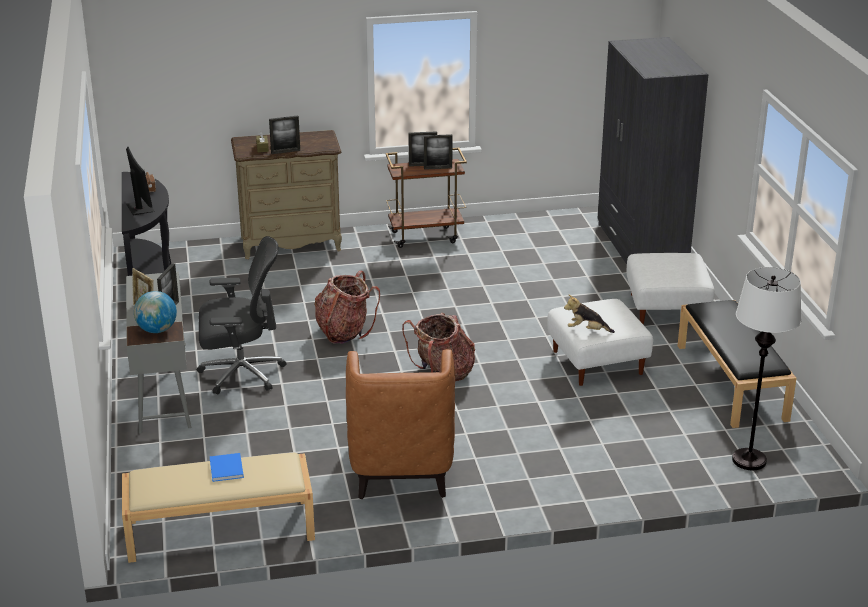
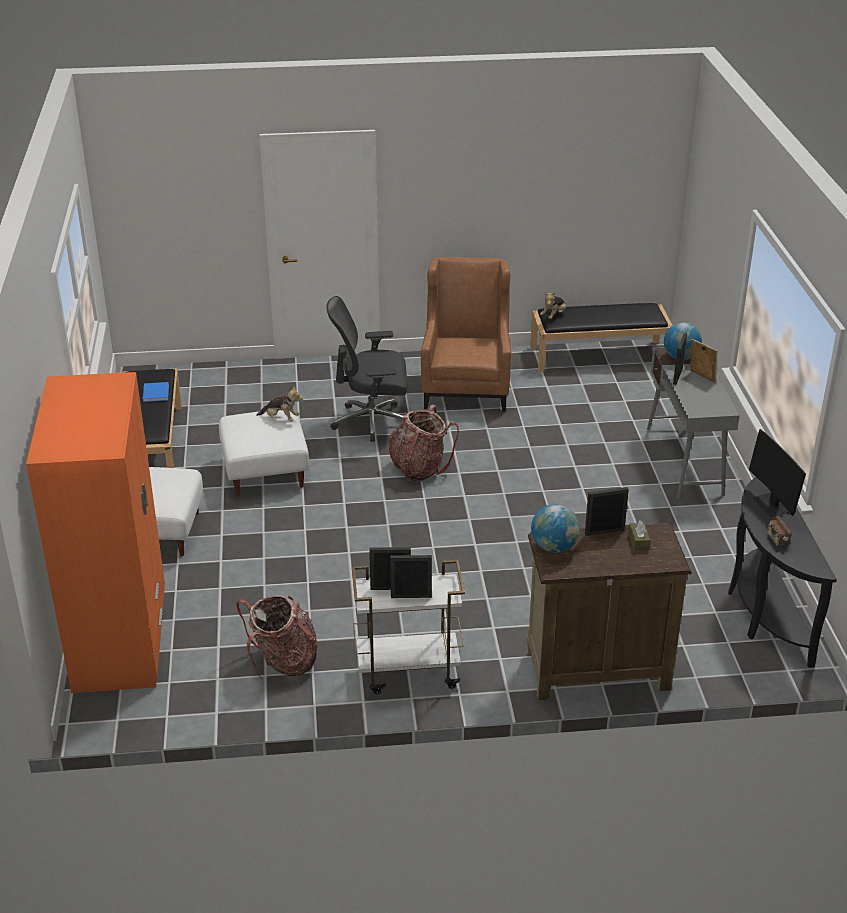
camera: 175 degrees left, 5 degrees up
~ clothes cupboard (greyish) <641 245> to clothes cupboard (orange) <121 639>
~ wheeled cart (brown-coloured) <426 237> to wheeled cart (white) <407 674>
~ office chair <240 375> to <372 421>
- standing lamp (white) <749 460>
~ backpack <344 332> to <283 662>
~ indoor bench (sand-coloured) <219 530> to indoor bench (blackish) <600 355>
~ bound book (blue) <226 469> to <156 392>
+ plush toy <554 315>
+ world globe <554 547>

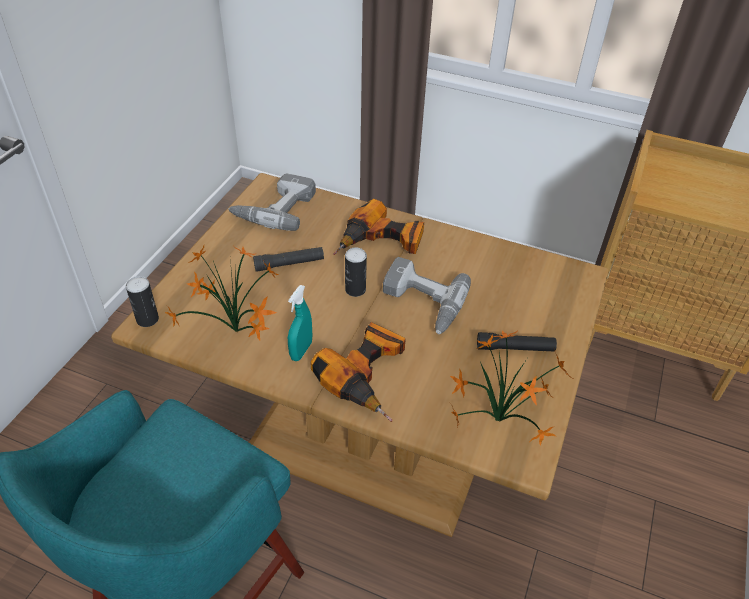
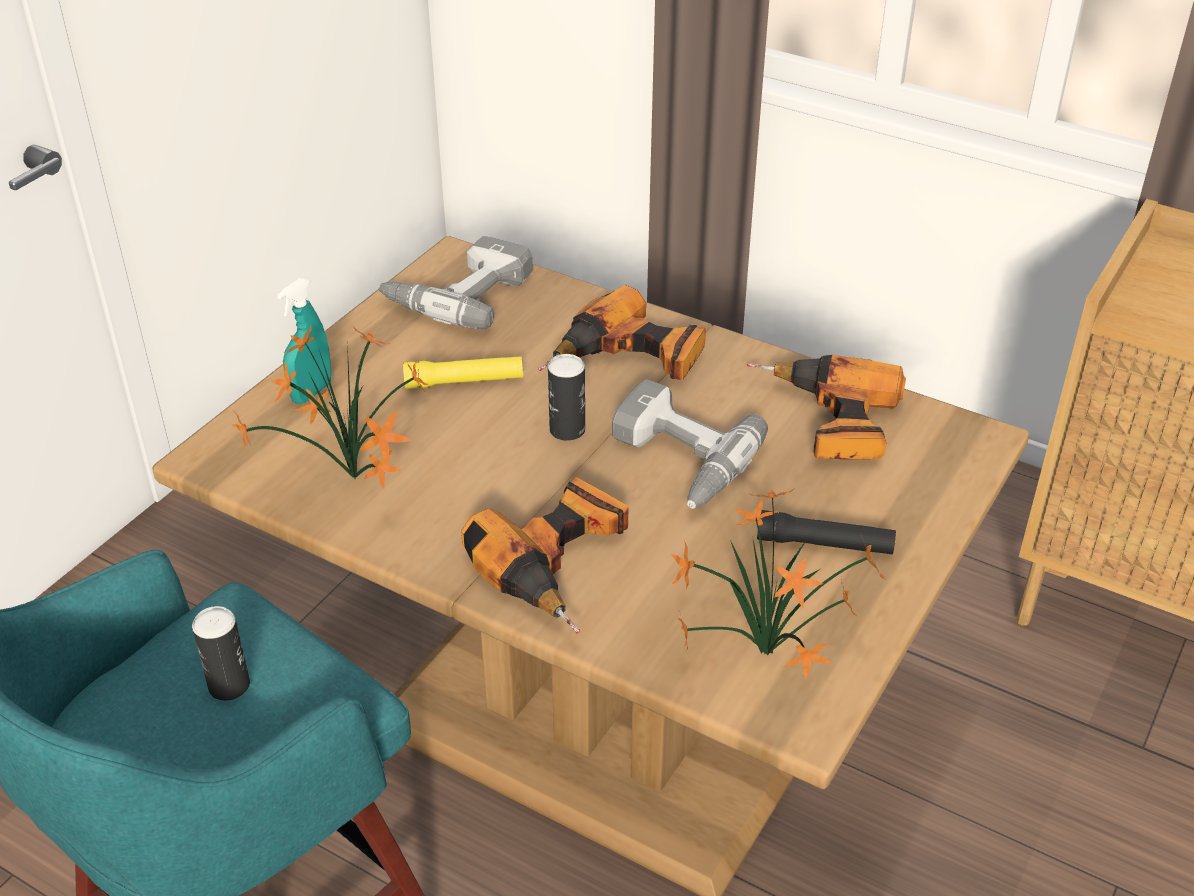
camera: 10 degrees right, 5 degrees down
~ torch (blackish) <289 264> to torch (yellow-coloured) <464 381>
~ metal can <147 319> to <229 685>
~ spray bottle (blue-green) <301 351> to <311 392>
+ electric drill <829 422>

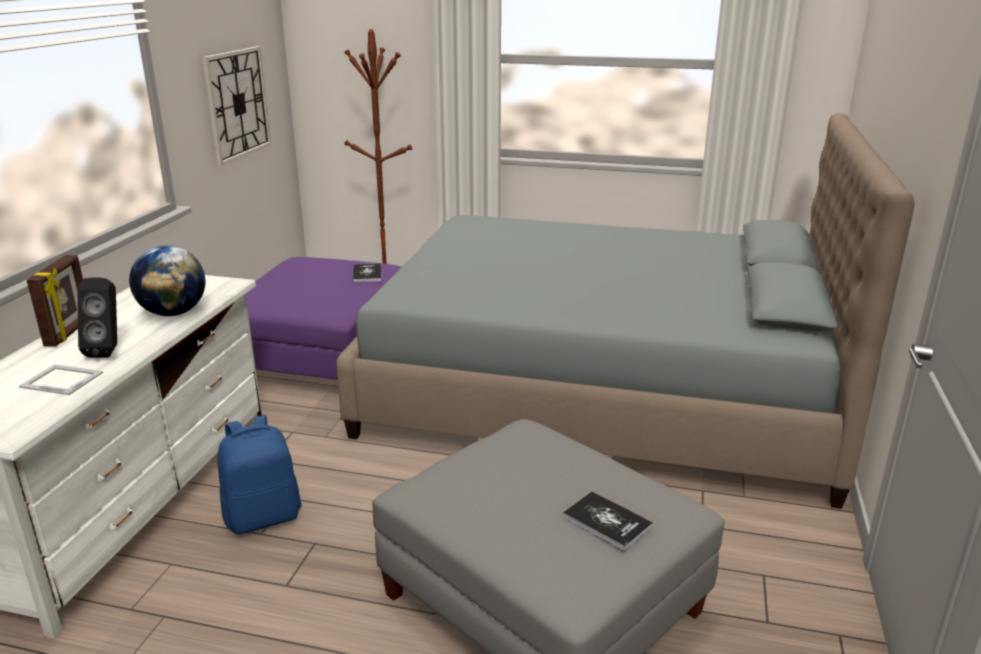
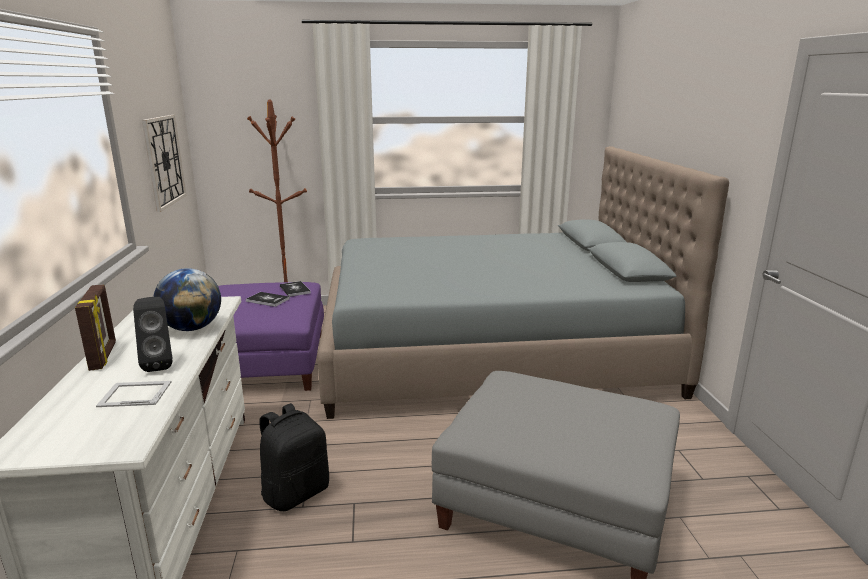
camera: 20 degrees left, 5 degrees down
~ backpack (blue) <263 516> to backpack (blackish) <296 492>
~ bound book <607 522> to <267 300>

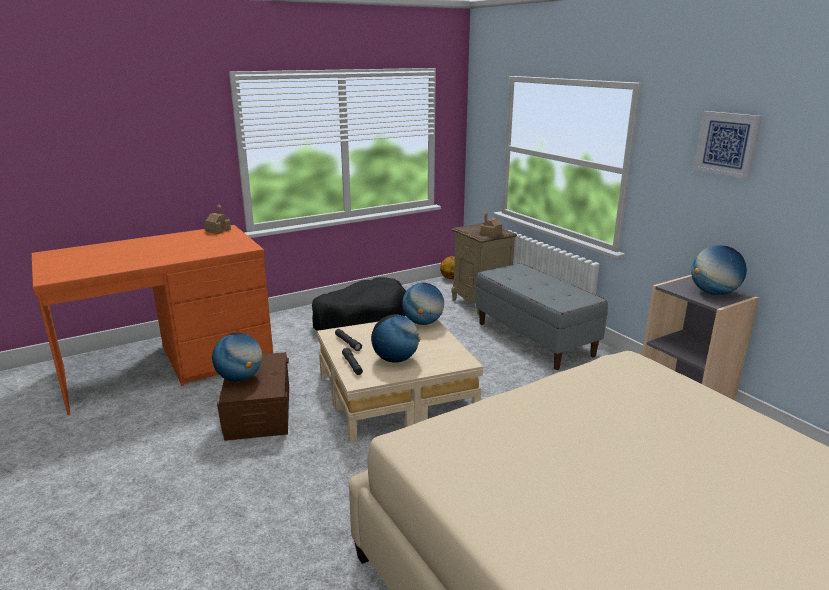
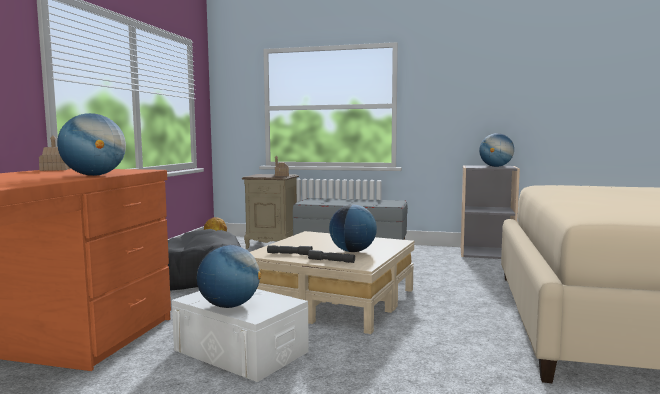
camera: 45 degrees left, 15 degrees down
- wall picture <727 143>
~ world globe <423 323> to <94 175>
~ storage container (brown-coloured) <259 411> to storage container (white) <241 351>

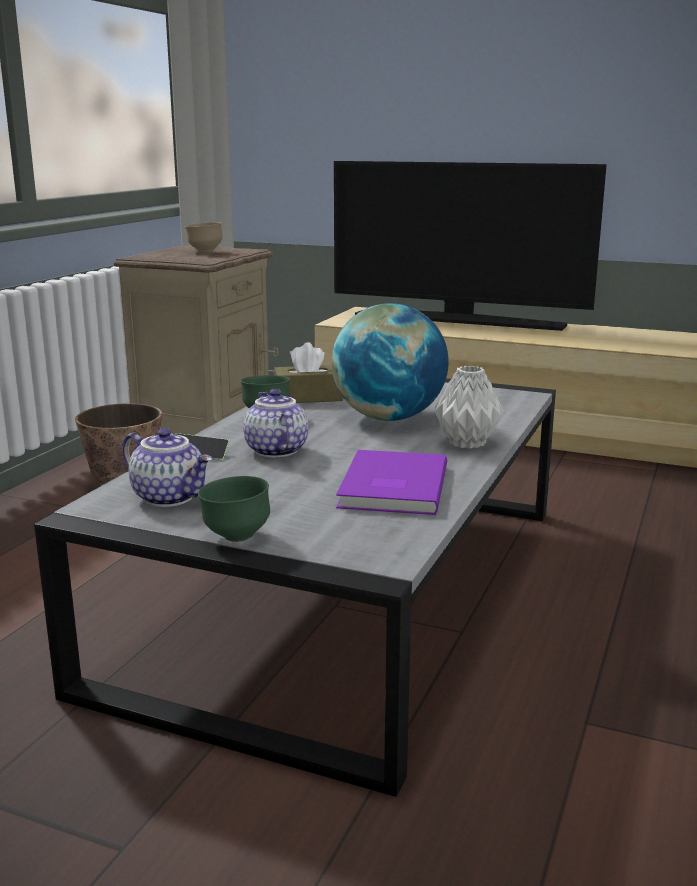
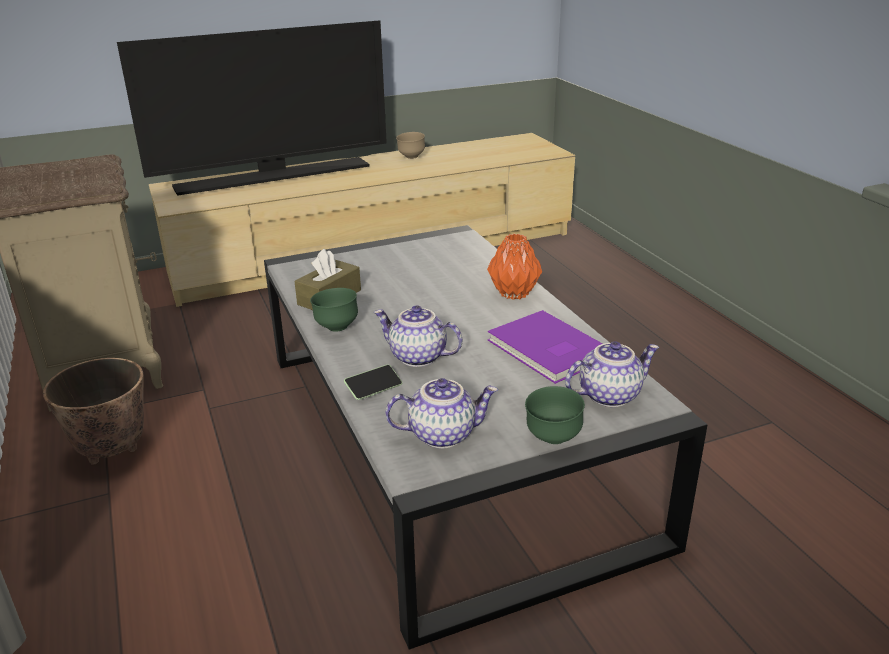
camera: 45 degrees left, 10 degrees up
~ deep dish (brown-coloured) <204 252> to <411 157>
- world globe <389 418>
~ flower vase (greyish) <468 443> to flower vase (orange) <515 293>
+ teapot <609 394>

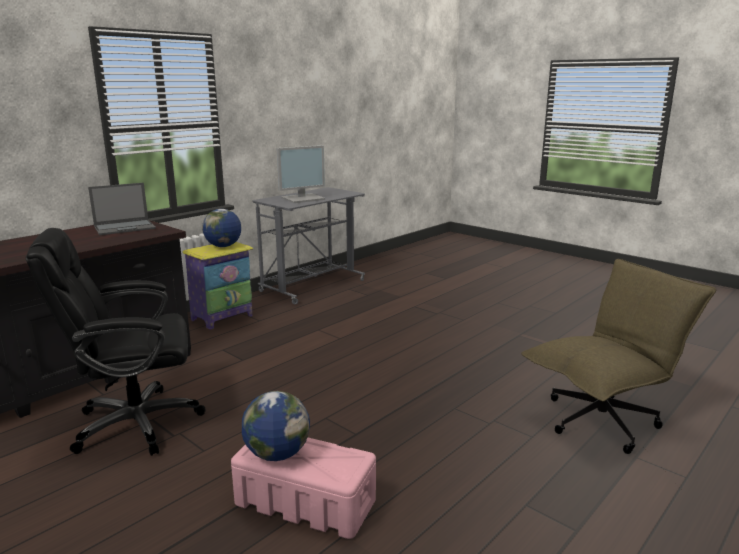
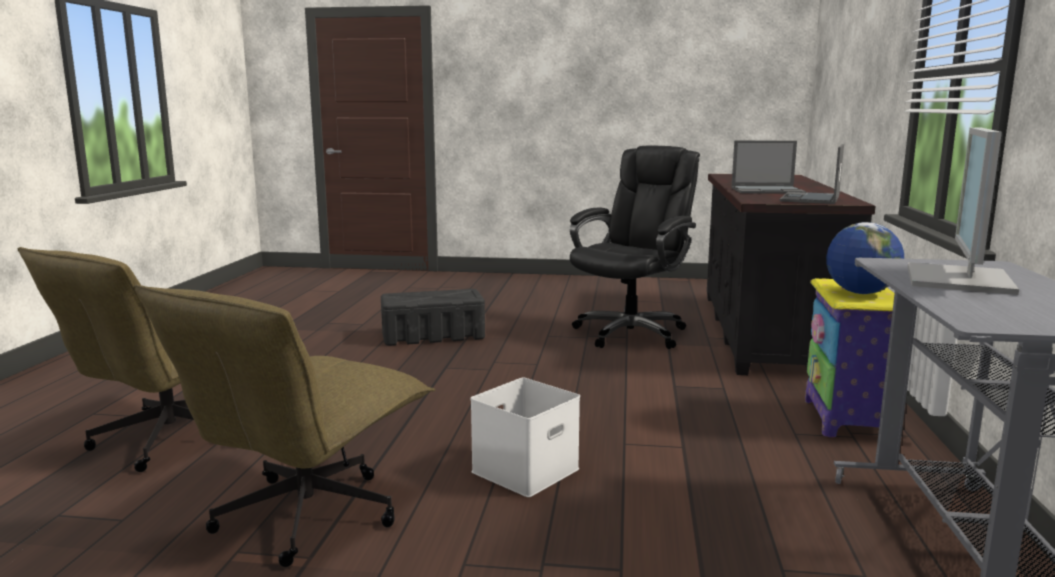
camera: 145 degrees right, 5 degrees down
- world globe <277 454>
~ storage container (pinkish) <304 502> to storage container (blackish) <434 336>
+ notebook computer <768 190>
+ office chair (sand-coloured) <309 513>
+ storage container (white) <525 469>

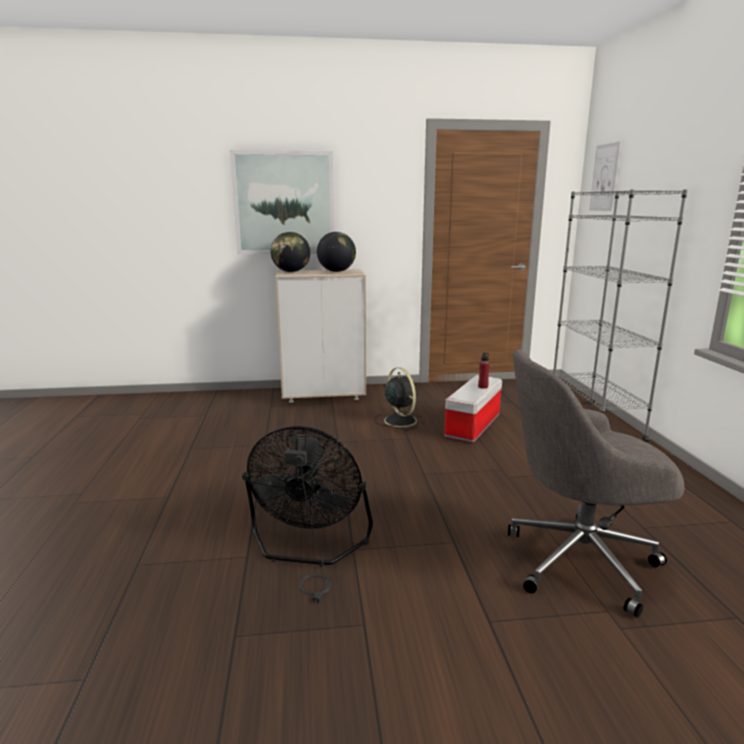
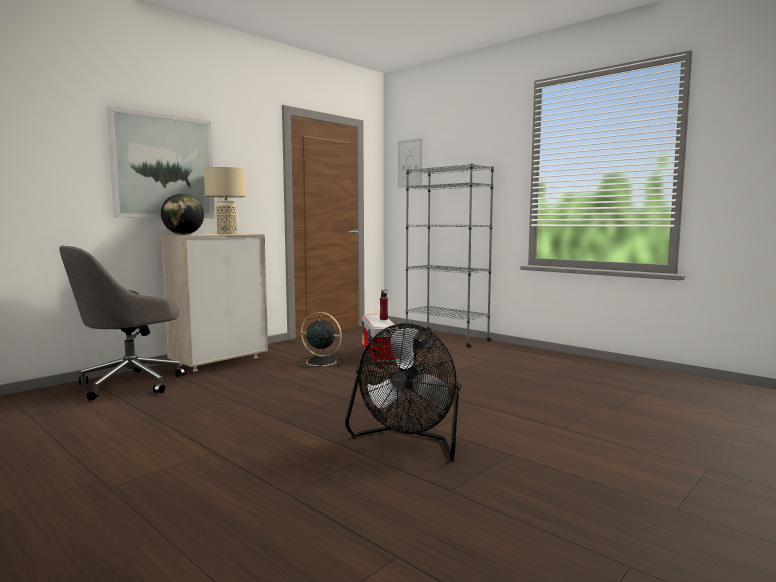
camera: 40 degrees left, 10 degrees down
~ world globe <336 271> to table lamp (sand-coloured) <226 233>
~ office chair (greyish) <579 563> to <130 384>
~ fan (blackish) <307 552> = <407 440> 120 degrees counterclockwise

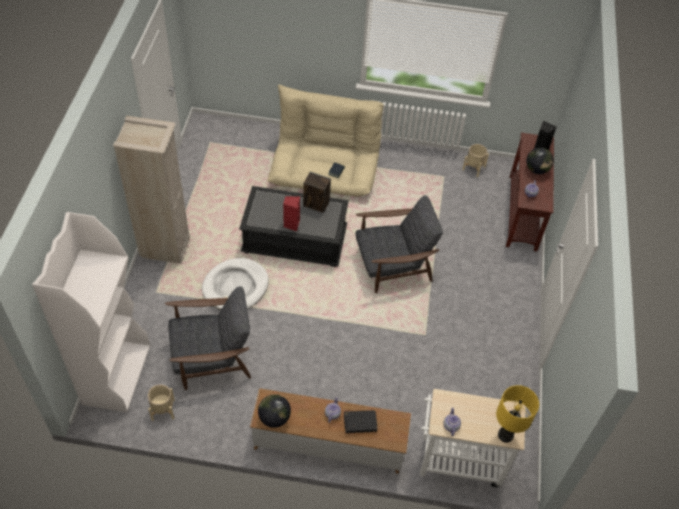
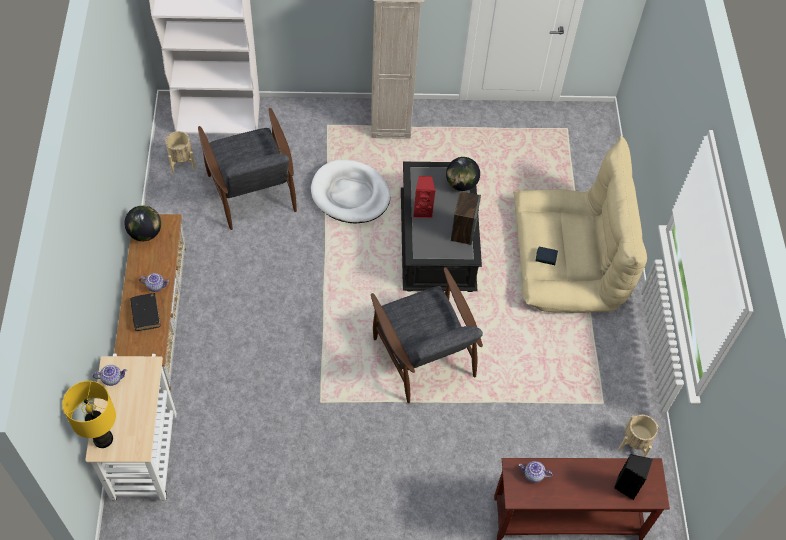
camera: 80 degrees right, 5 degrees up
~ world globe <537 170> to <461 184>

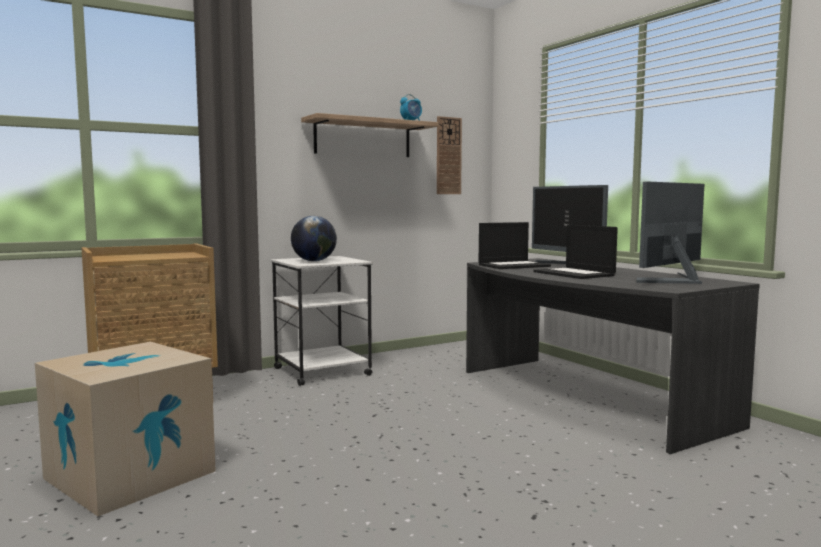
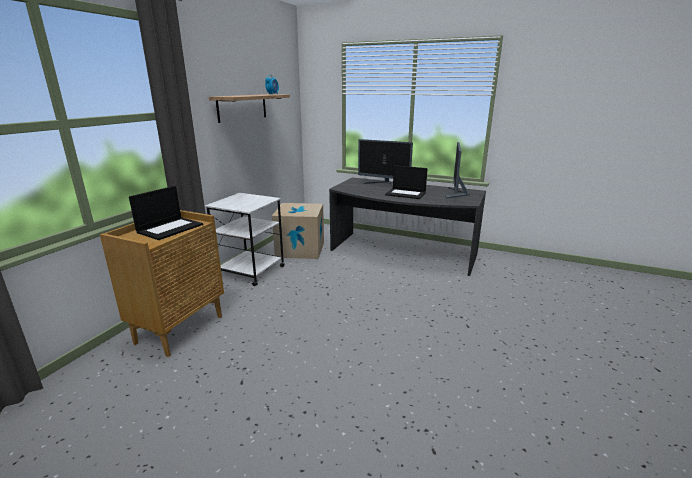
camera: 35 degrees left, 15 degrees up
- hanging clock <448 156>
- world globe <314 261>
~ notebook computer <514 265> to <170 228>
~ packing box <130 475> to <300 249>

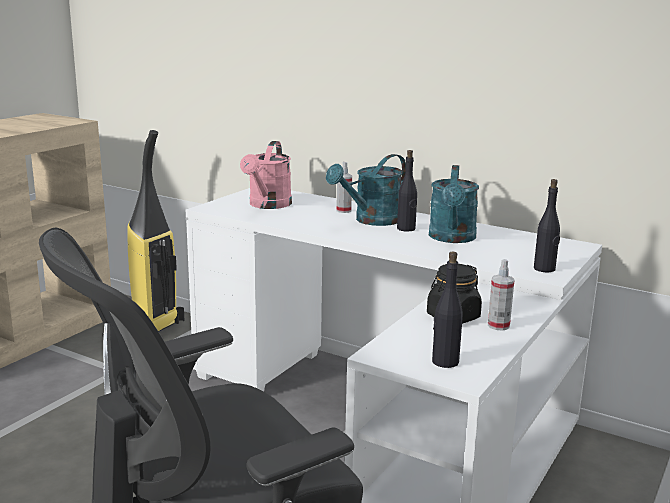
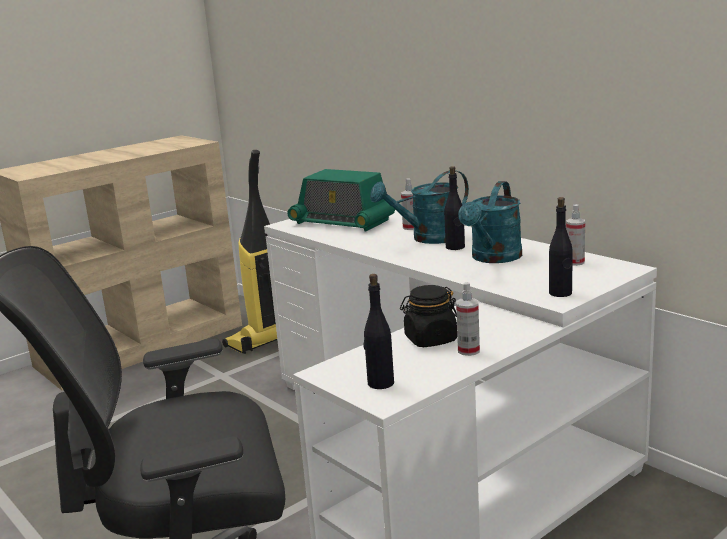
camera: 20 degrees right, 0 degrees up
~ sprinkling can (pinkish) <268 205> to radio receiver <342 222>
+ spray bottle <575 262>

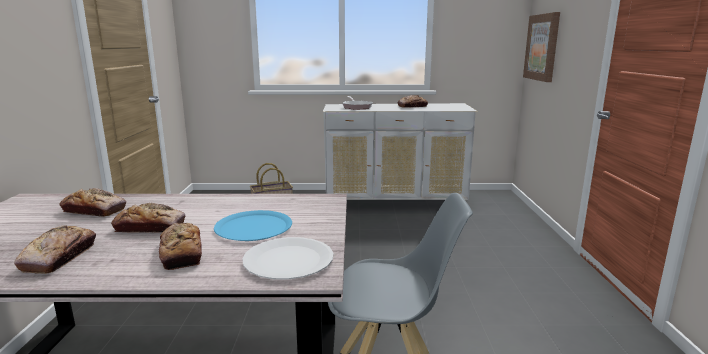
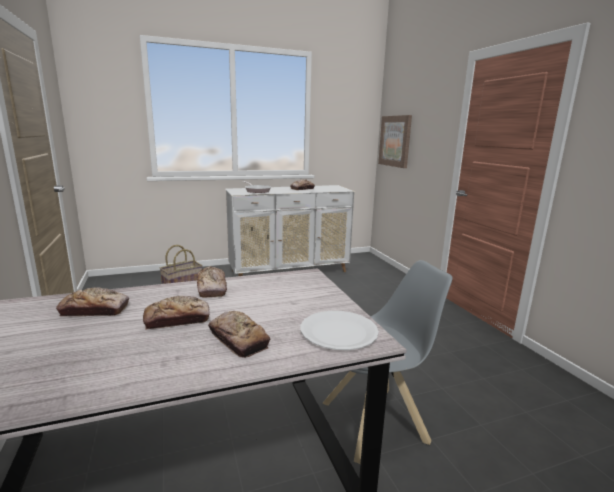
camera: 20 degrees left, 0 degrees up
- flat dish (blue) <253 227>
~ baked bread <60 257> to <212 288>

